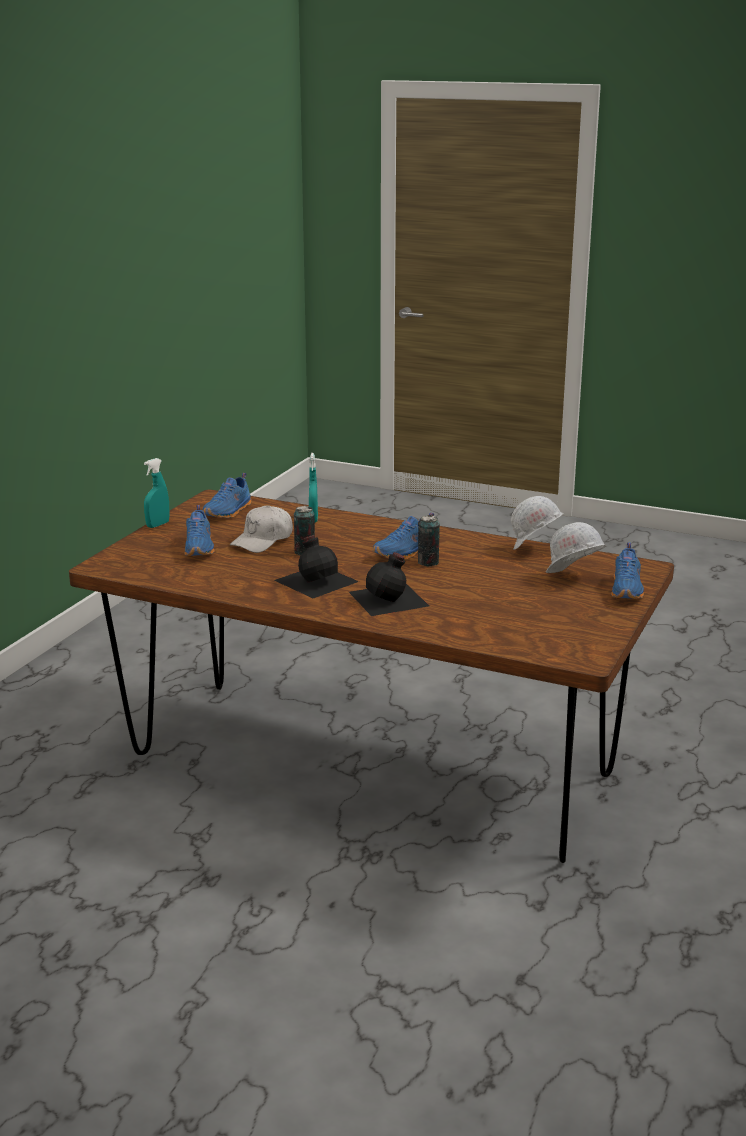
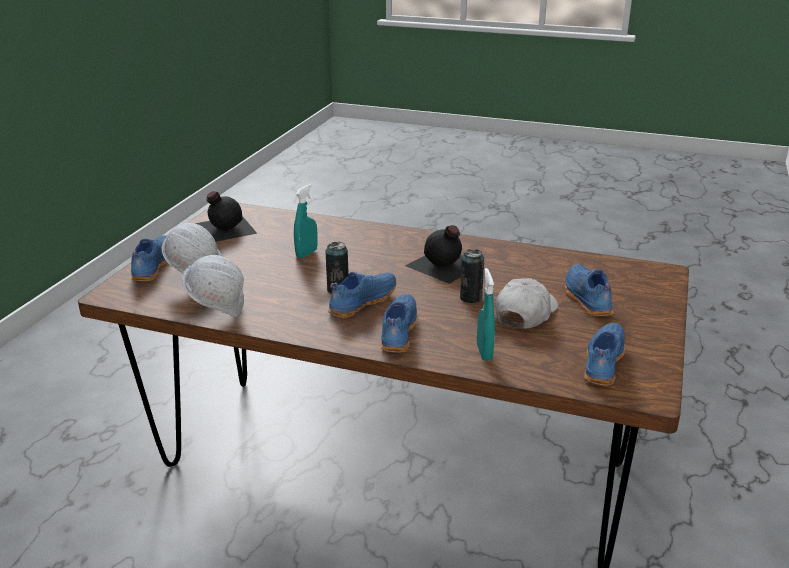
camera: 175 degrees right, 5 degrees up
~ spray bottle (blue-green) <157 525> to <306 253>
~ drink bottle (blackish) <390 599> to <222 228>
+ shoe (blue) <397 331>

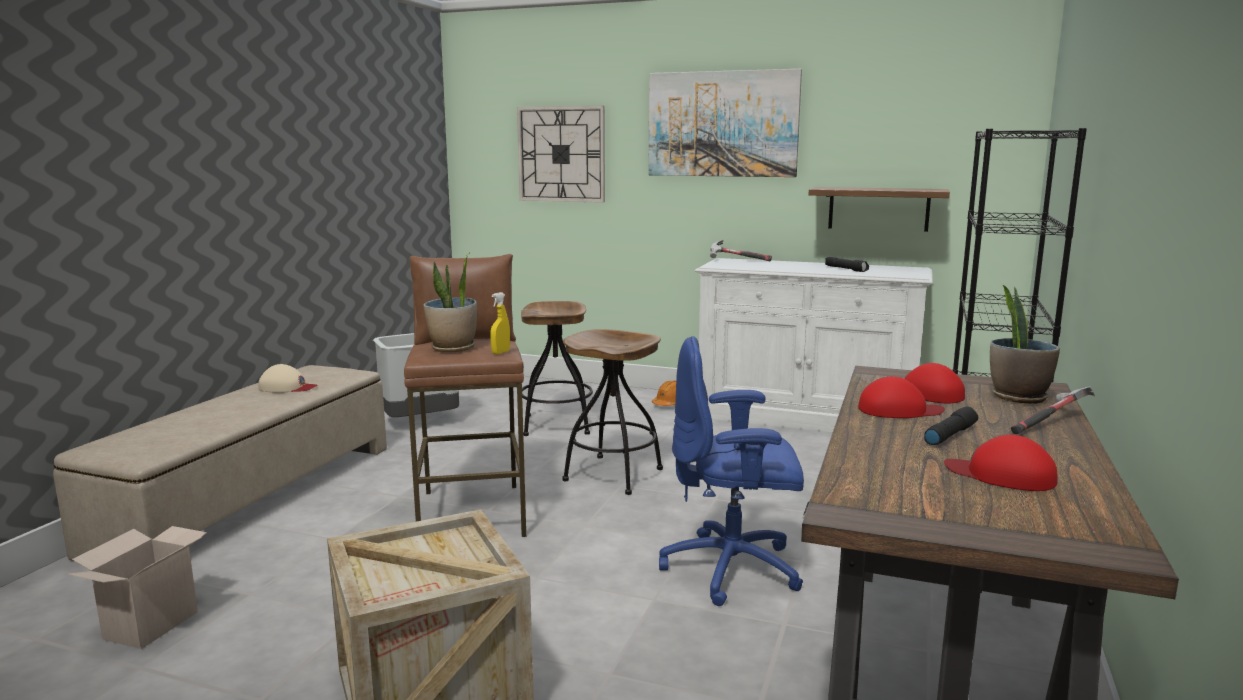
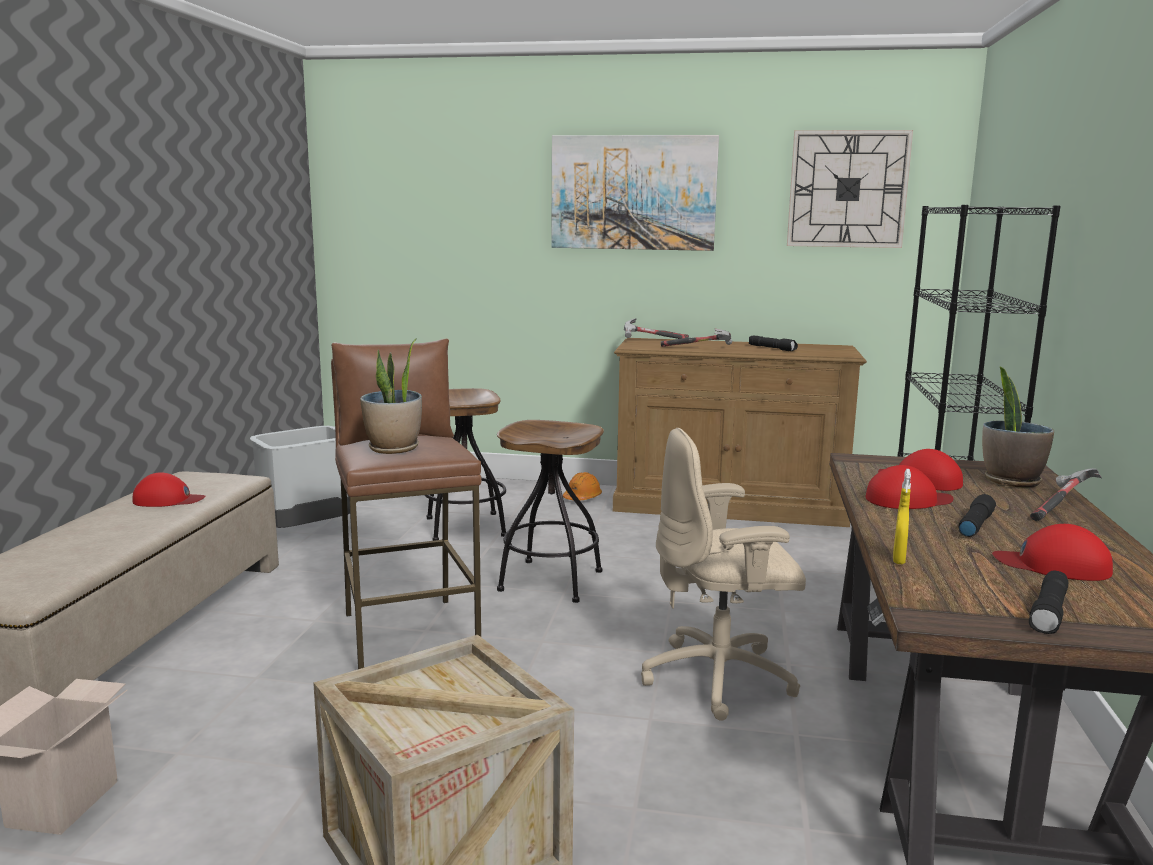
camera: 10 degrees left, 0 degrees up
~ hanging clock <561 154> to <847 189>
- wall shelf <878 209>
~ storage cabinet (white) <806 417> to storage cabinet (brown-coloured) <730 506>
~ spray bottle (yellow-coloured) <500 352> to <898 559>
~ office chair (blue) <733 569> to office chair (sand-coloured) <721 678>
~ baseball cap (sand-coloured) <287 387> to baseball cap (red) <168 500>
+ hand hammer <698 348>
+ torch (blackish) <1049 613>

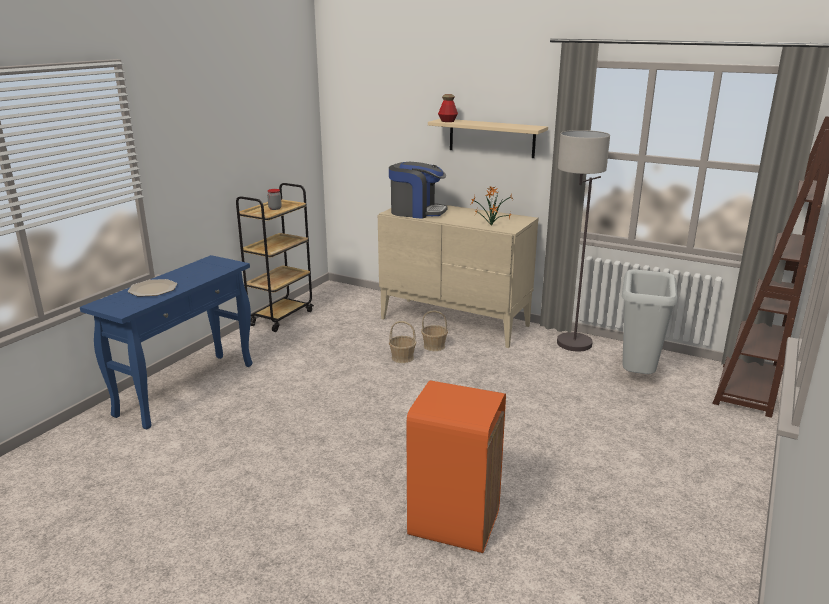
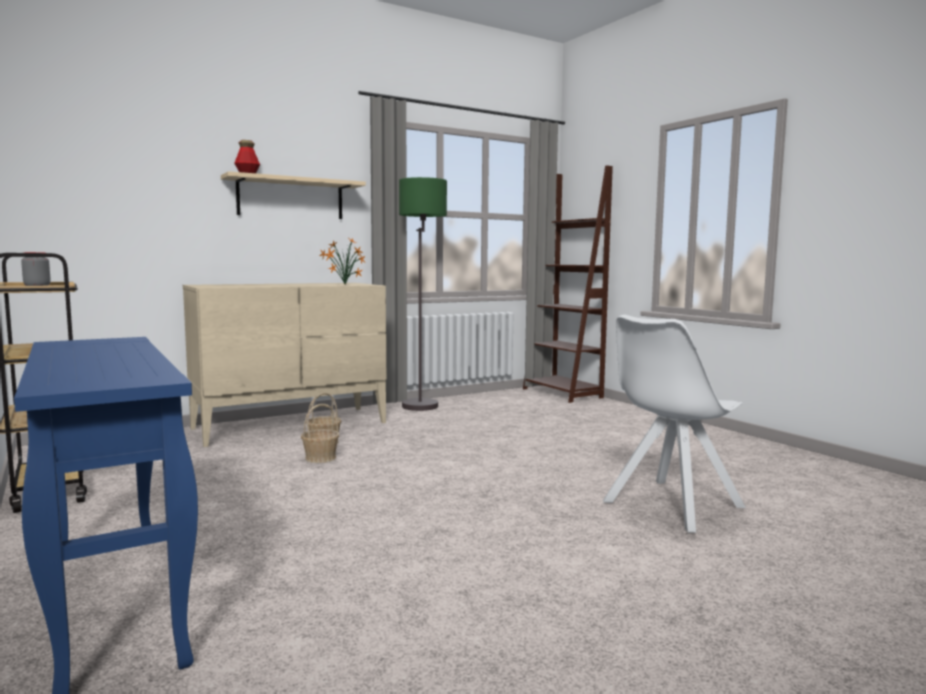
camera: 60 degrees left, 15 degrees down
~ standing lamp (greyish) <568 347> to standing lamp (green-coloured) <422 409>
- coffee machine <417 212>
- trash can (greyish) <638 376>
- flat dish <153 289>
~ trash can (orange) <454 522> to chair (white) <670 505>

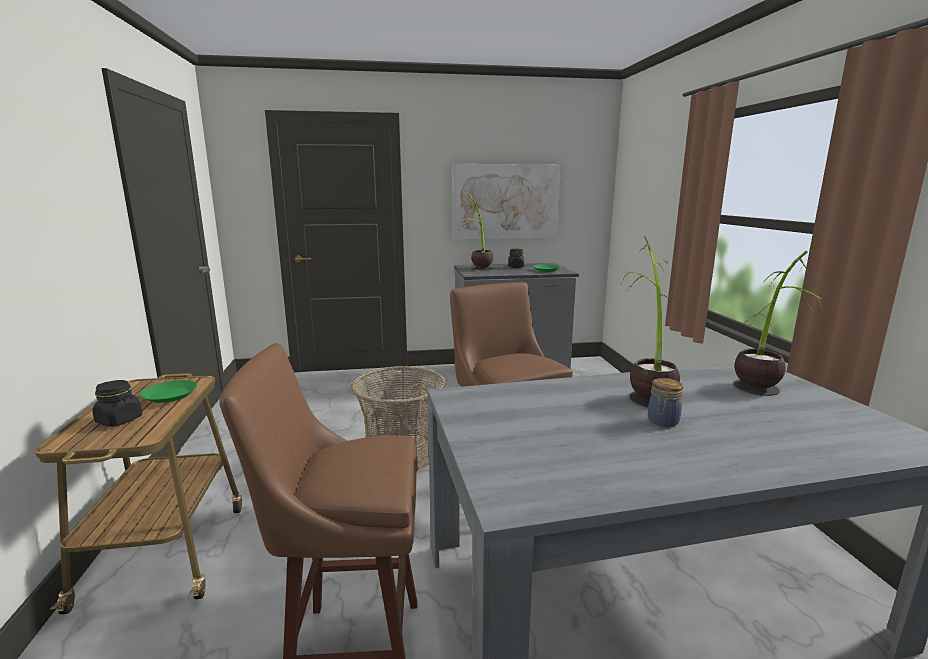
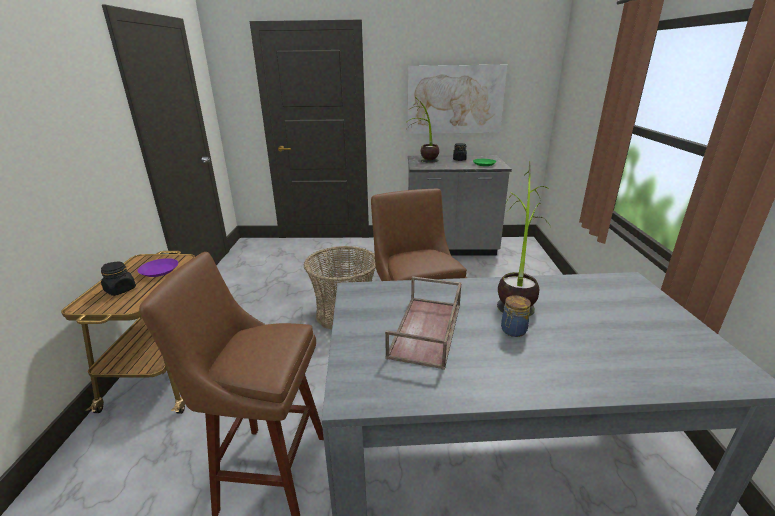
camera: 10 degrees right, 10 degrees up
- potted plant <759 397>
~ flat dish (green-coloured) <169 395> to flat dish (purple-coloured) <159 271>
+ tray (brown-coloured) <427 331>

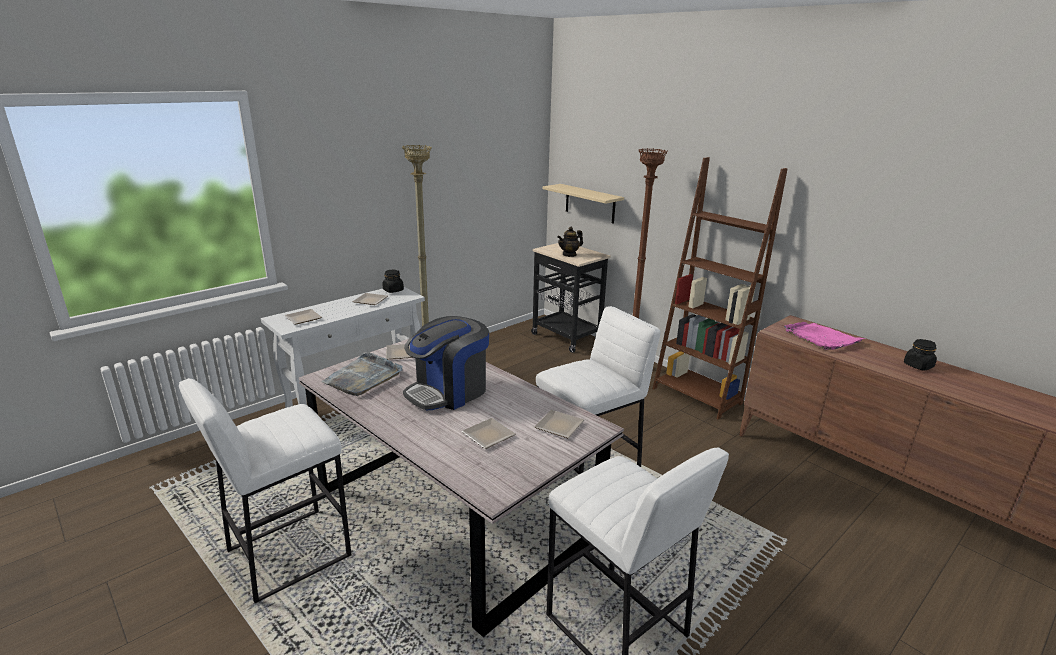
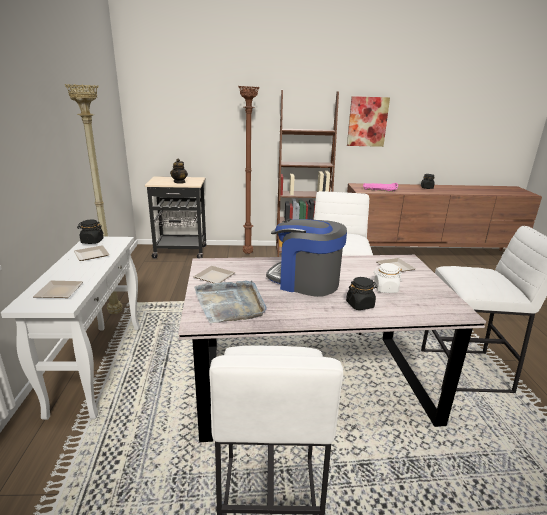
camera: 50 degrees left, 0 degrees up
- wall shelf (sand-coloured) <590 203>
~ coffee machine <448 391> = <305 281> 120 degrees clockwise
~ flat dish <490 435> to jar (white) <385 289>
+ wall picture <367 121>
+ jar (blackish) <360 305>

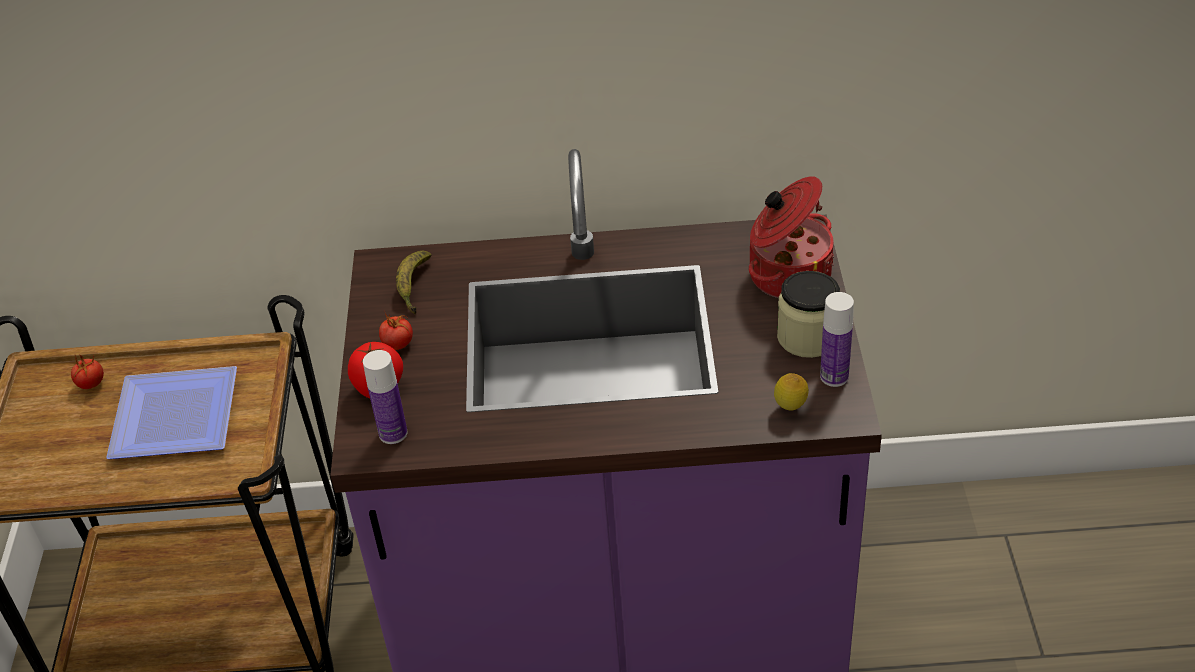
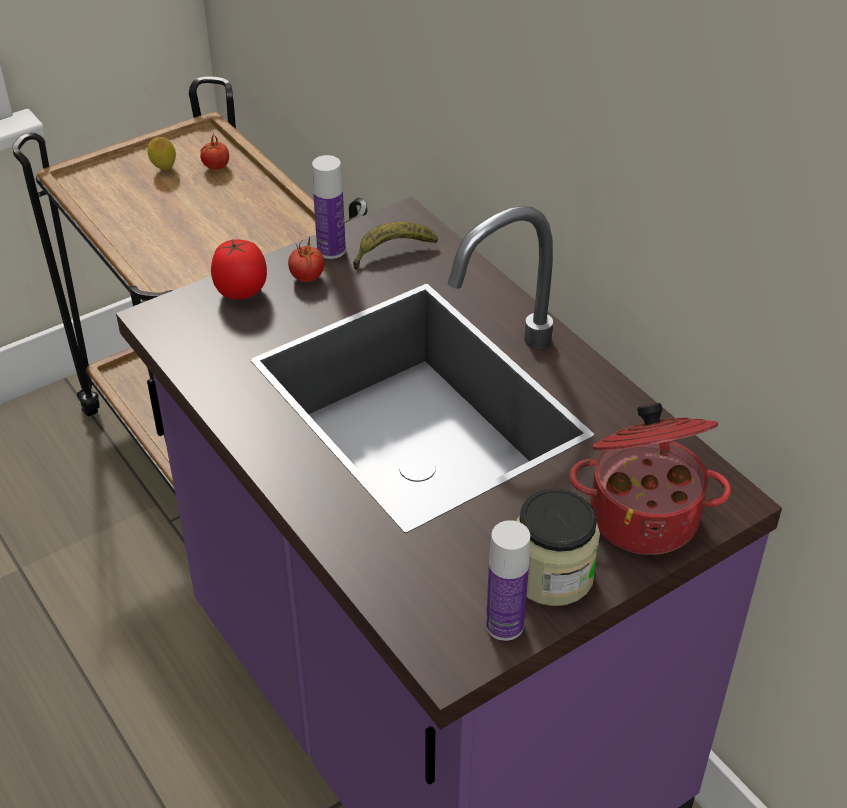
camera: 55 degrees right, 0 degrees up
~ drink bottle <393 433> to <331 250>
- flat dish <172 415>
~ citrus fruit <790 408> to <164 169>

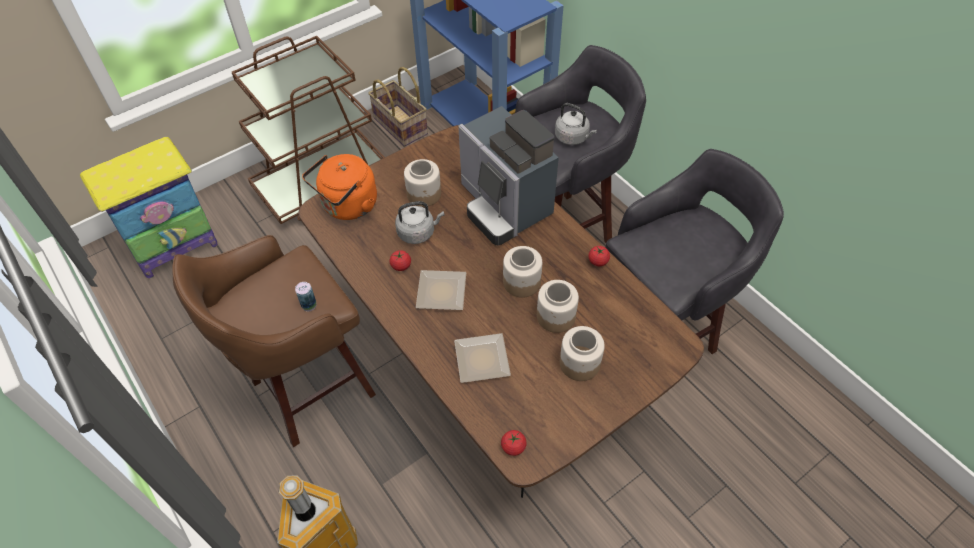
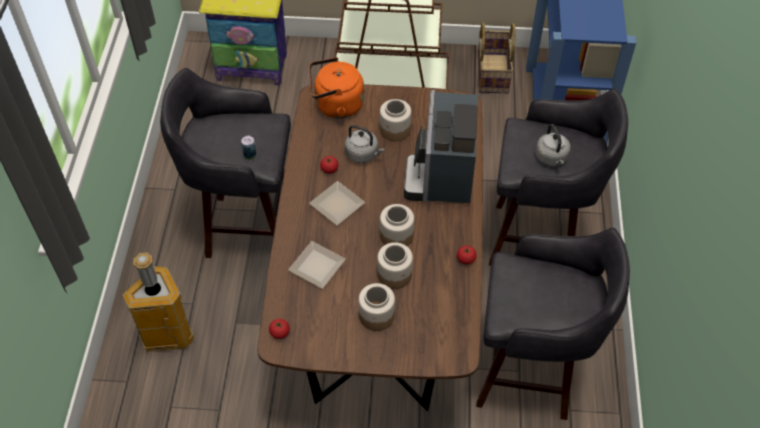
camera: 40 degrees right, 0 degrees up
~ stool seat (brown-coloured) <308 391> to stool seat (greyish) <246 228>

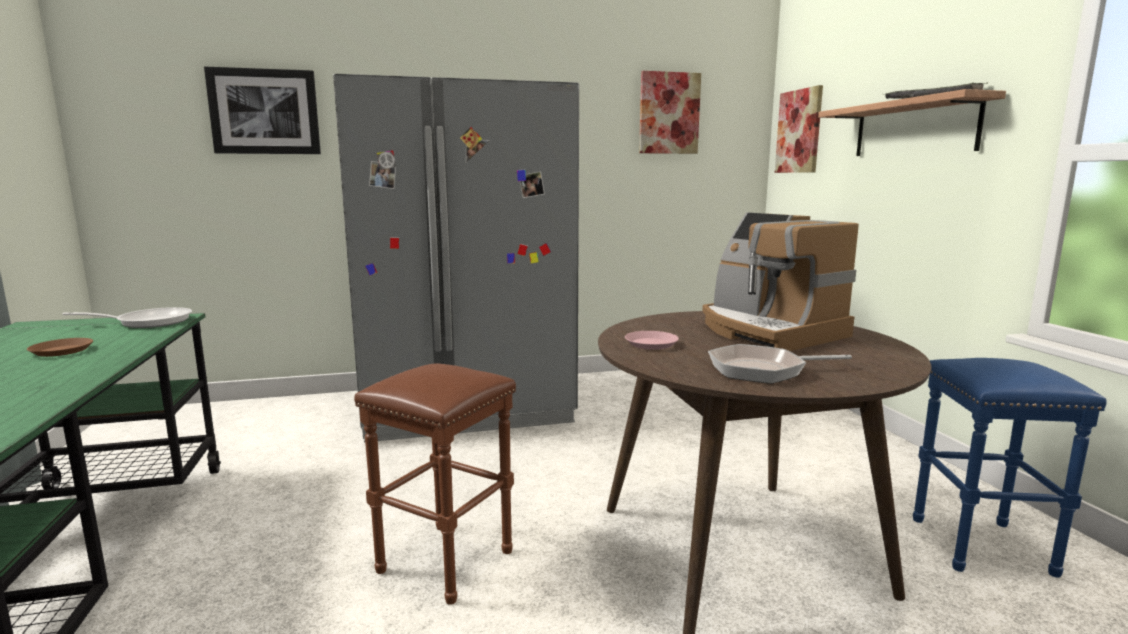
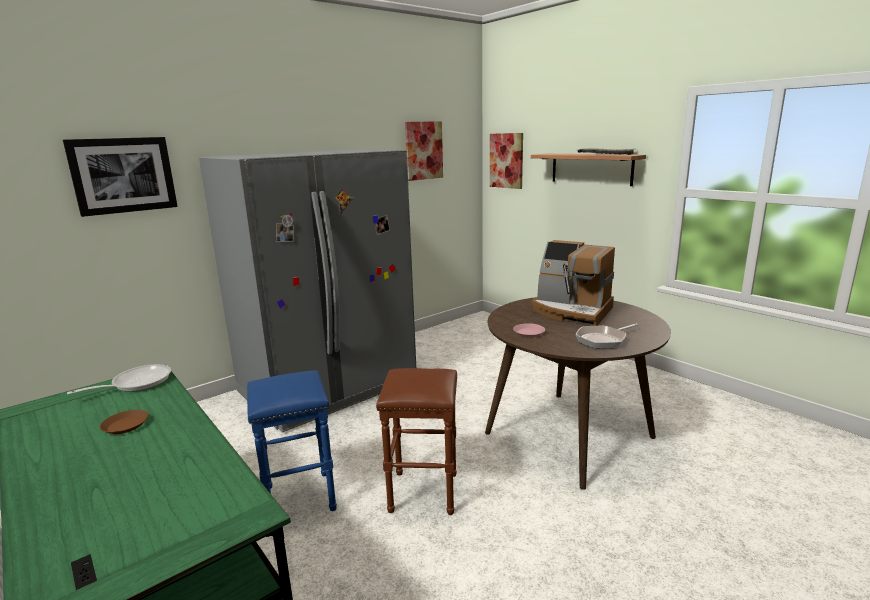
camera: 25 degrees left, 5 degrees up
~ stool seat (blue) <977 544> to <298 497>

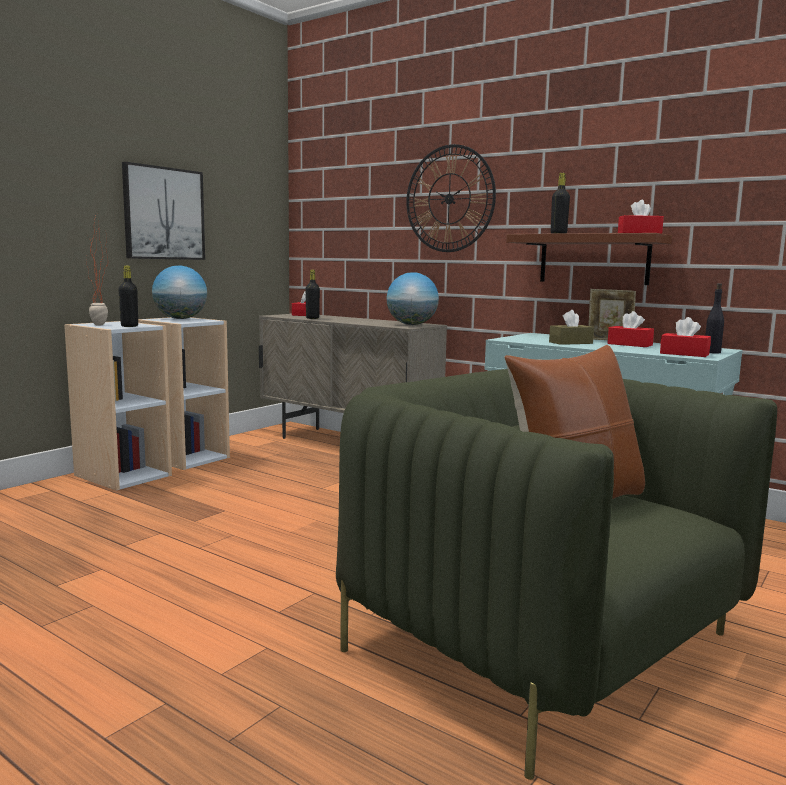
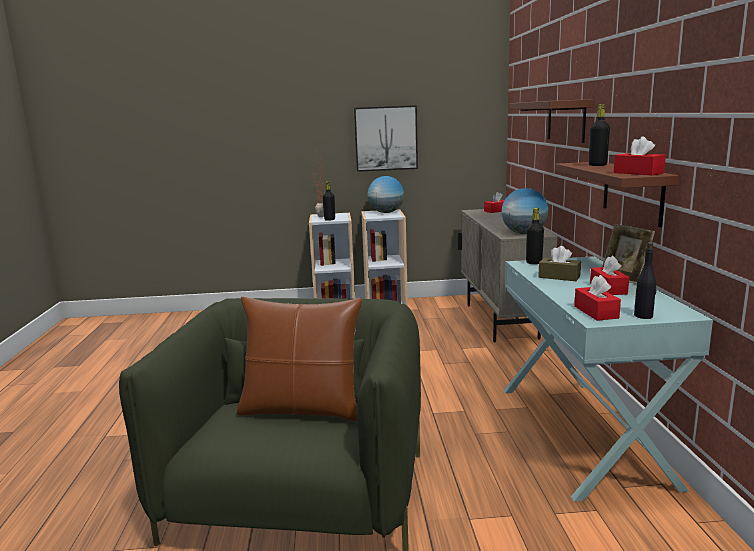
camera: 50 degrees right, 5 degrees up
~ hanging clock <449 199> to wall shelf (brown-coloured) <566 120>
~ drink bottle (blackish) <312 318> to <534 262>

